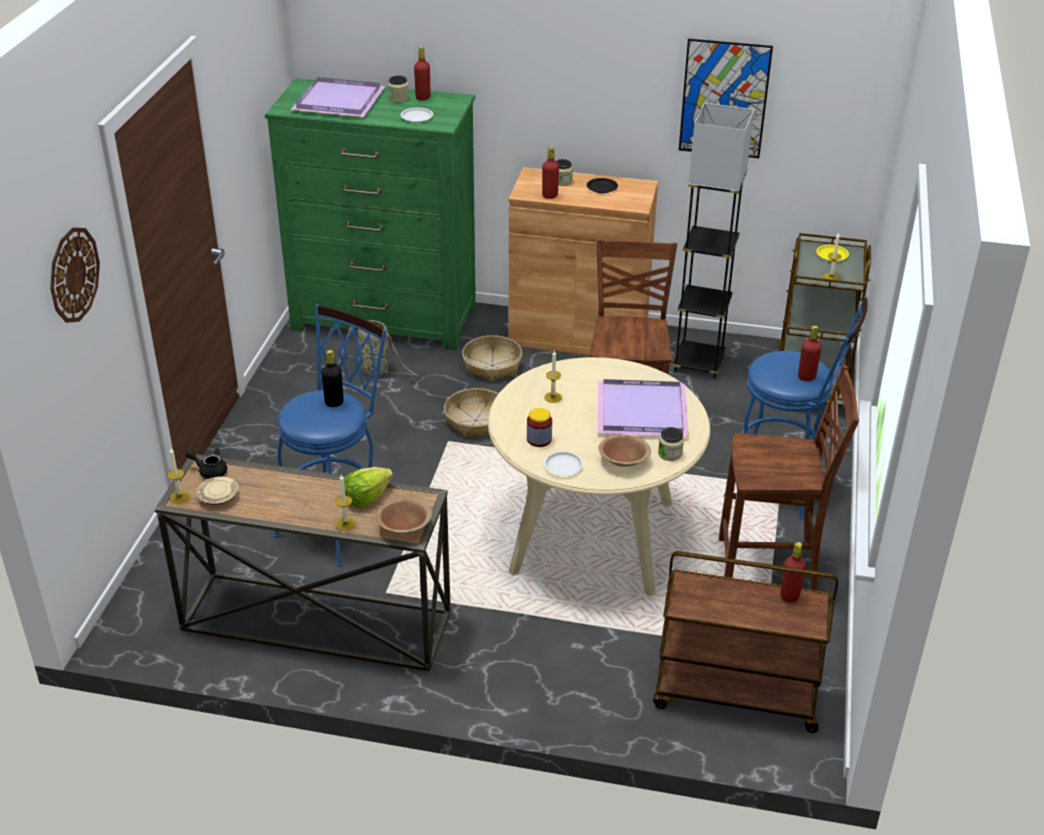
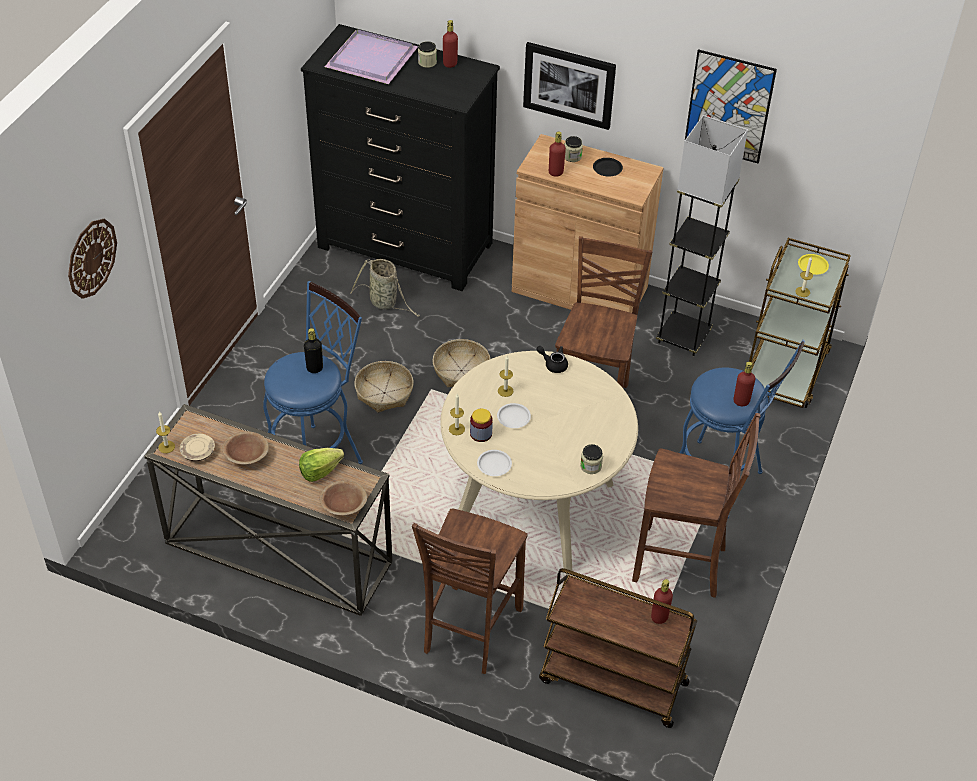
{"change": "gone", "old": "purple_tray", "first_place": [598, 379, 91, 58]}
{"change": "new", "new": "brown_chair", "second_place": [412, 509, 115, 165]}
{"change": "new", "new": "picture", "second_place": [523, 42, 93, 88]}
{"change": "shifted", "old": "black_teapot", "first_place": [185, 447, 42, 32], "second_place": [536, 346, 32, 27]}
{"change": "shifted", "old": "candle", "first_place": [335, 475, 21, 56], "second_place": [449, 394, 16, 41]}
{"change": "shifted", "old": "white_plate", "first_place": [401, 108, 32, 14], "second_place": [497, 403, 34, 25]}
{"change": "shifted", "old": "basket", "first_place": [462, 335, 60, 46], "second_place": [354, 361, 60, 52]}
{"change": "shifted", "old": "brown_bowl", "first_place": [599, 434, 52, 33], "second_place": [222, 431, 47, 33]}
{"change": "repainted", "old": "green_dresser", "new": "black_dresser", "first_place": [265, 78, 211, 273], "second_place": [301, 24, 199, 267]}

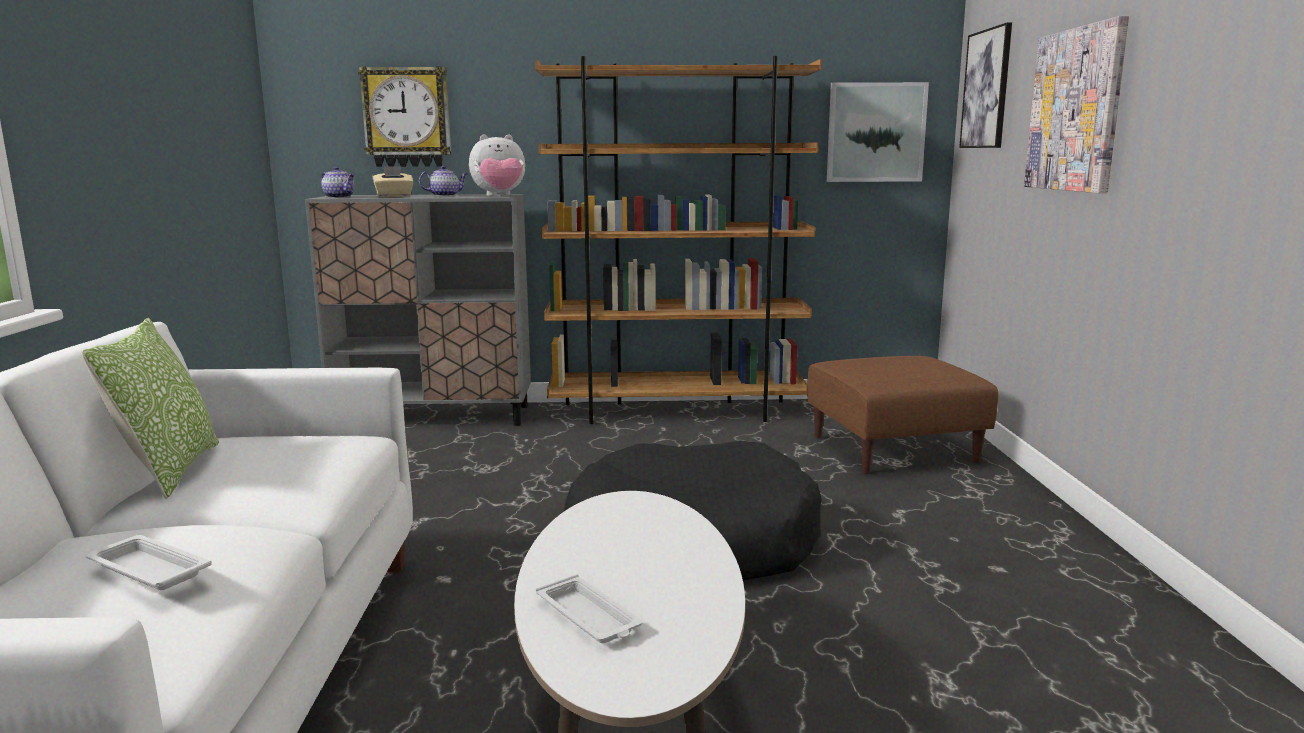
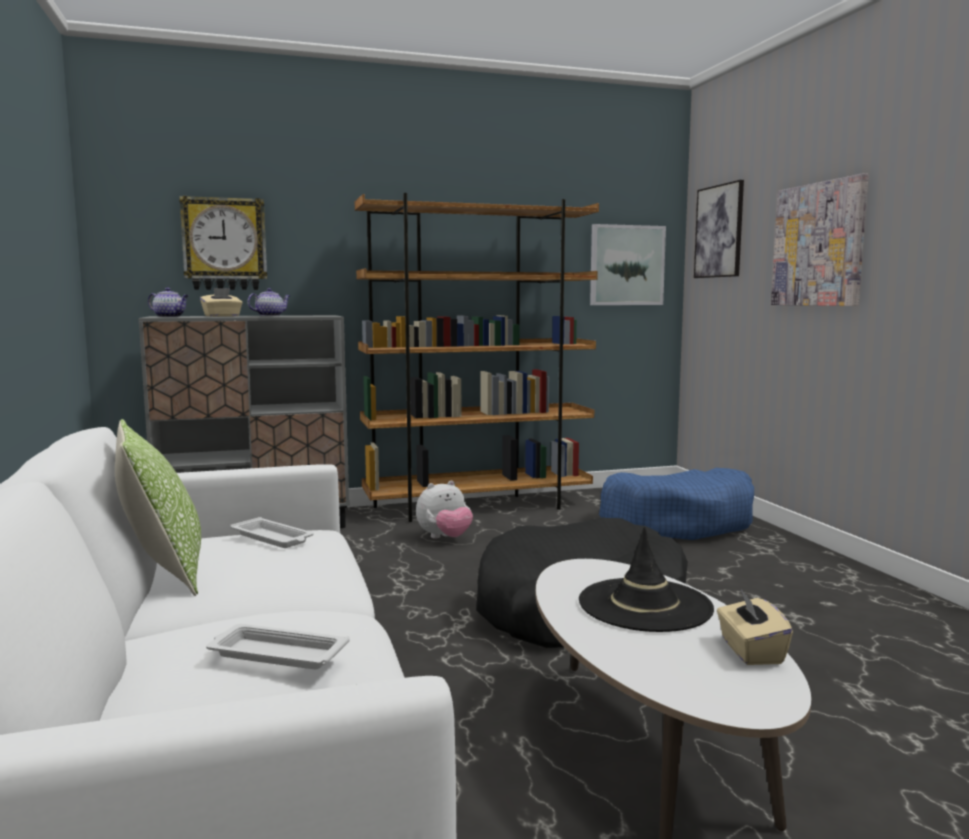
{"change": "new", "new": "black_hat", "second_place": [579, 527, 135, 105]}
{"change": "new", "new": "beige_tissue_box", "second_place": [717, 589, 76, 76]}
{"change": "shifted", "old": "plush_toy", "first_place": [469, 135, 56, 61], "second_place": [416, 481, 57, 57]}
{"change": "shifted", "old": "white_tray", "first_place": [536, 574, 107, 69], "second_place": [231, 517, 83, 31]}
{"change": "swapped", "old": "brown_ottoman", "new": "blue_dog_bed", "first_place": [807, 356, 191, 118], "second_place": [599, 468, 155, 72]}

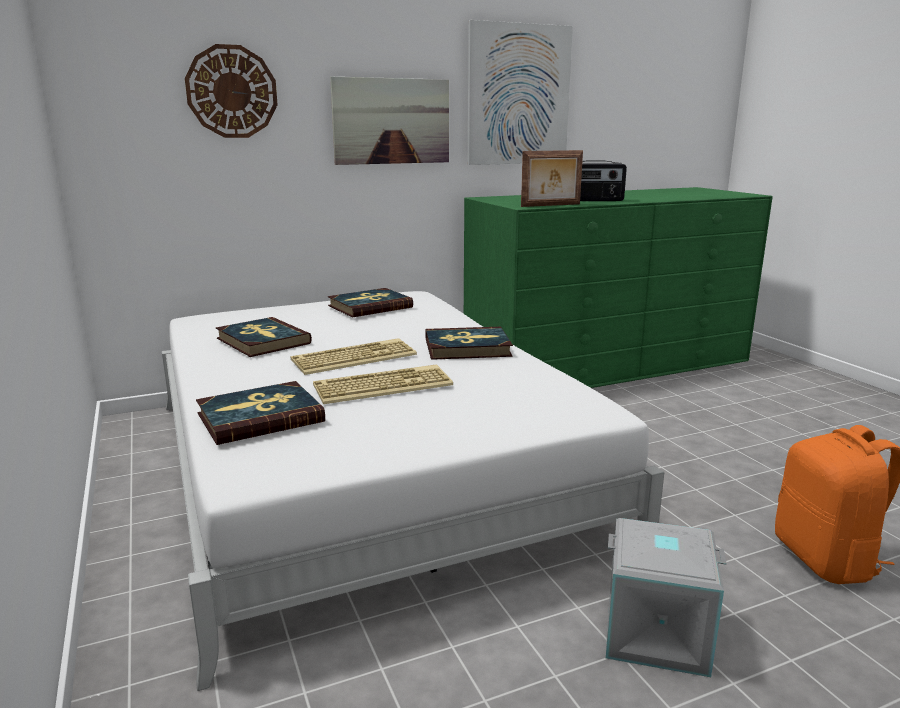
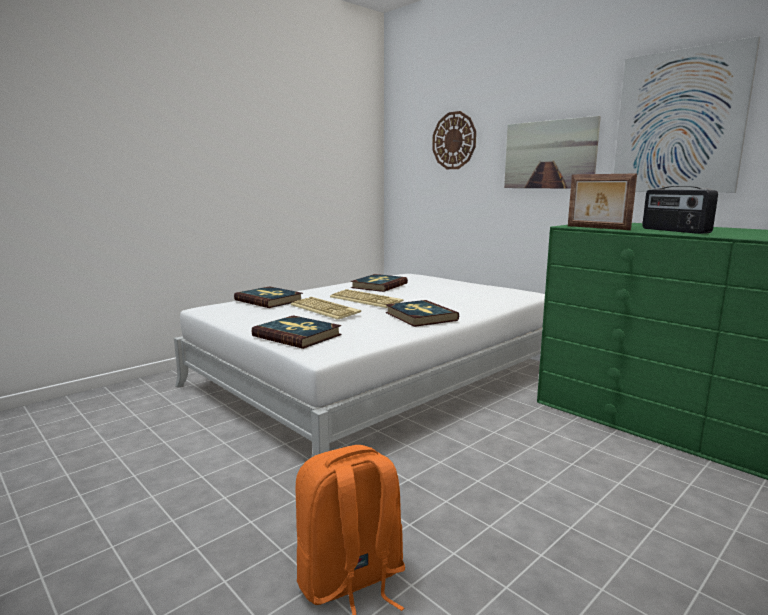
{"change": "gone", "old": "grey_storage_box", "first_place": [606, 518, 121, 159]}
{"change": "shifted", "old": "book", "first_place": [328, 288, 85, 30], "second_place": [251, 315, 91, 34]}

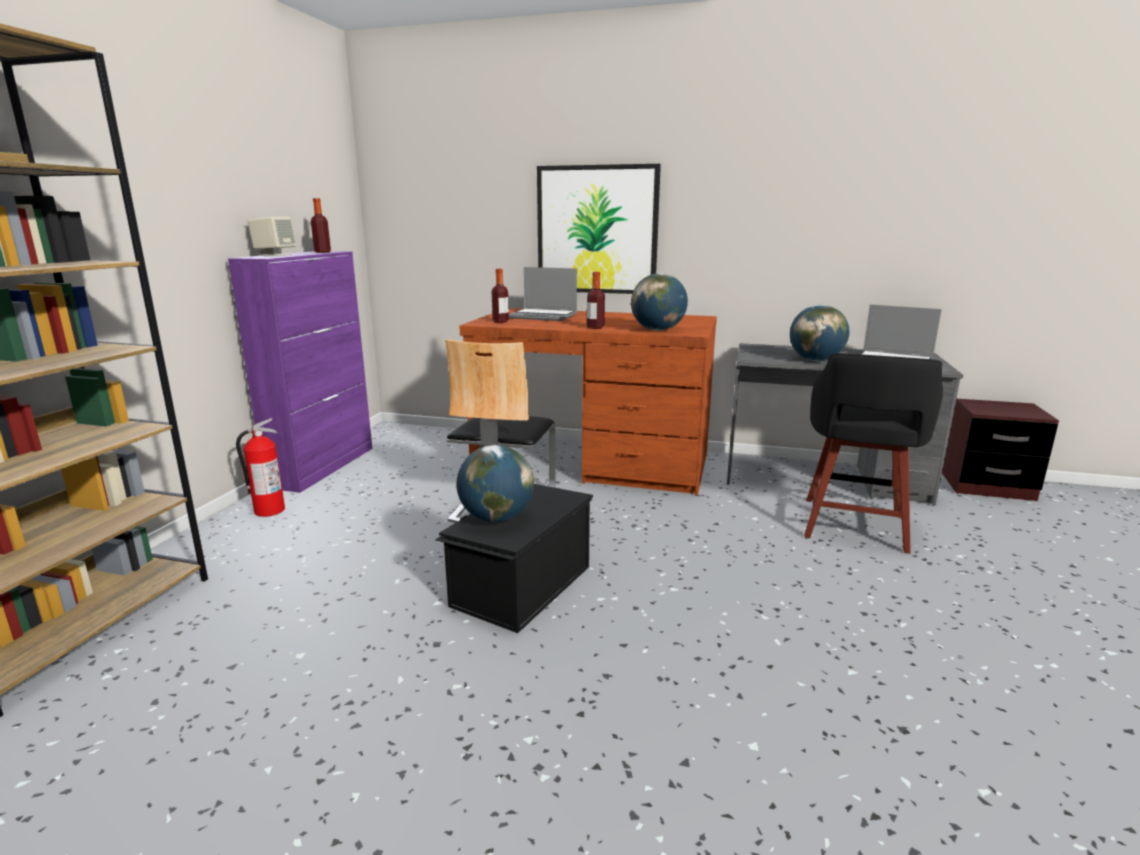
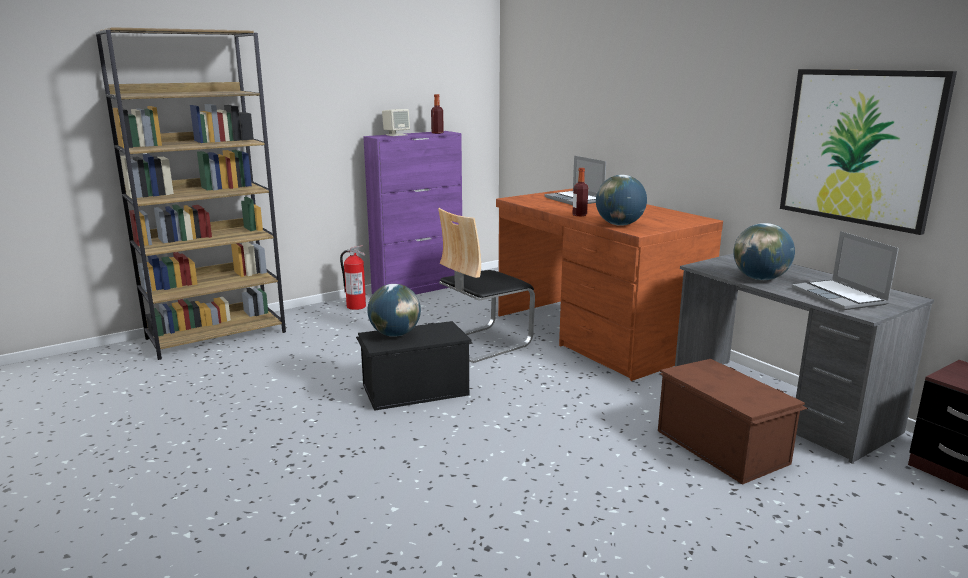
{"change": "gone", "old": "bottle", "first_place": [491, 269, 18, 54]}
{"change": "shifted", "old": "picture", "first_place": [537, 164, 124, 130], "second_place": [780, 69, 177, 166]}
{"change": "swapped", "old": "black_stool", "new": "brown_storage_box", "first_place": [804, 353, 139, 201], "second_place": [658, 359, 150, 126]}

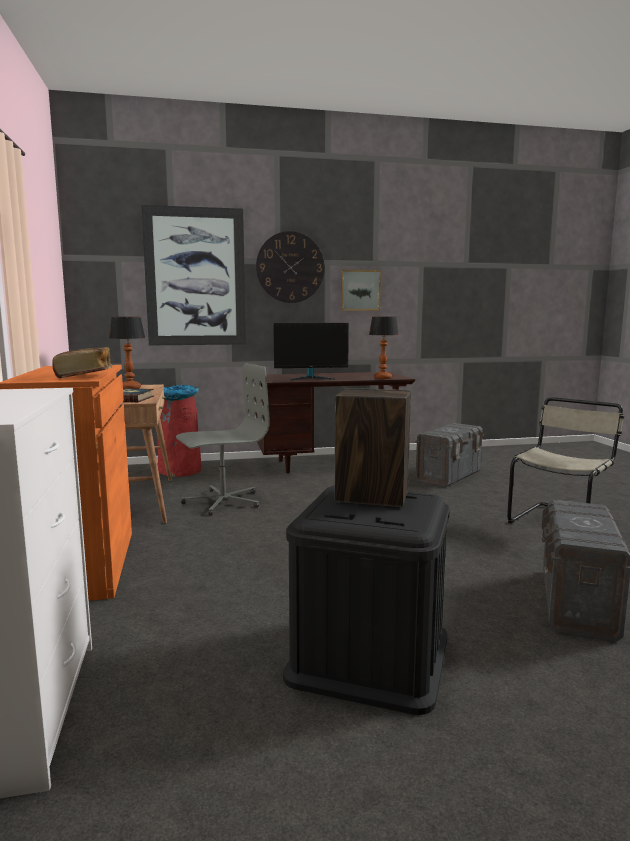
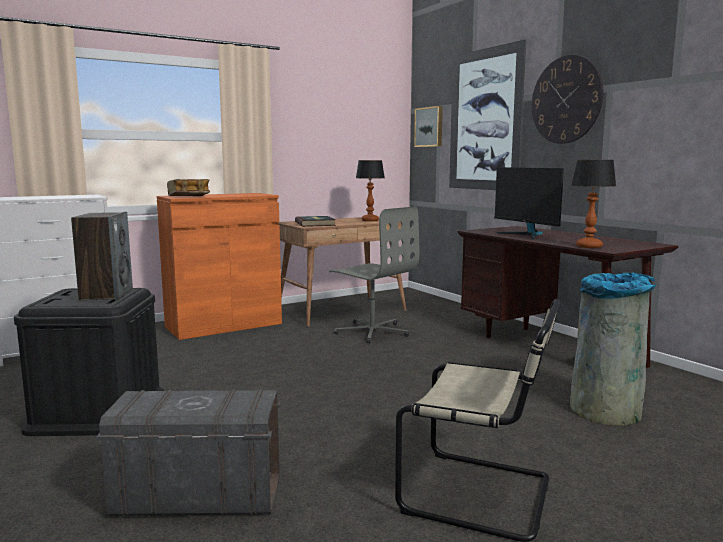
{"change": "gone", "old": "red_trash_can", "first_place": [157, 385, 46, 92]}
{"change": "shifted", "old": "picture", "first_place": [341, 270, 40, 41], "second_place": [414, 106, 29, 41]}
{"change": "swapped", "old": "grey_storage_box", "new": "grey_trash_can", "first_place": [415, 423, 69, 65], "second_place": [570, 273, 86, 153]}

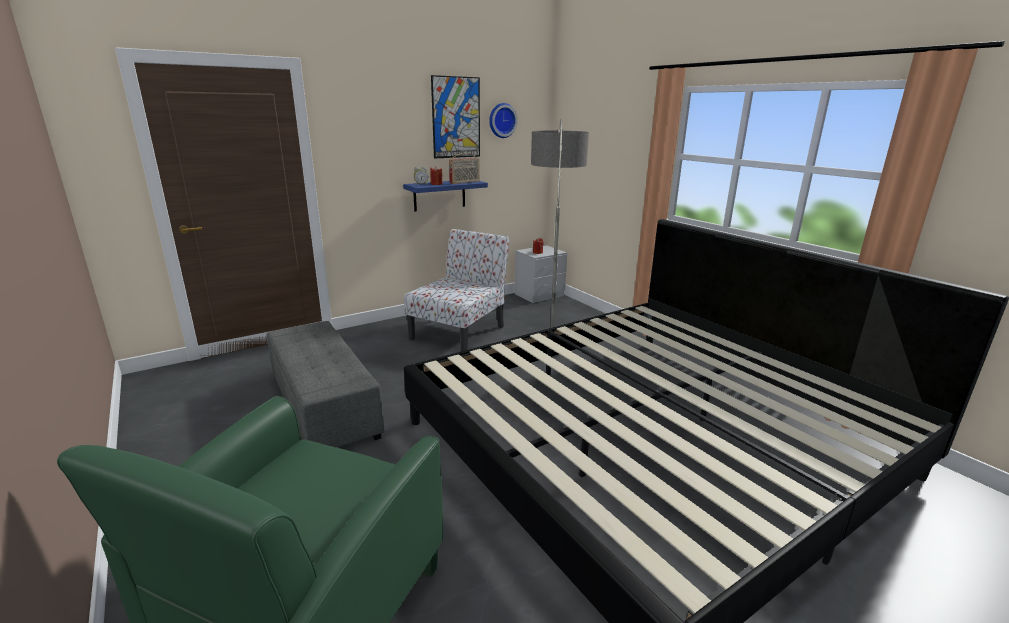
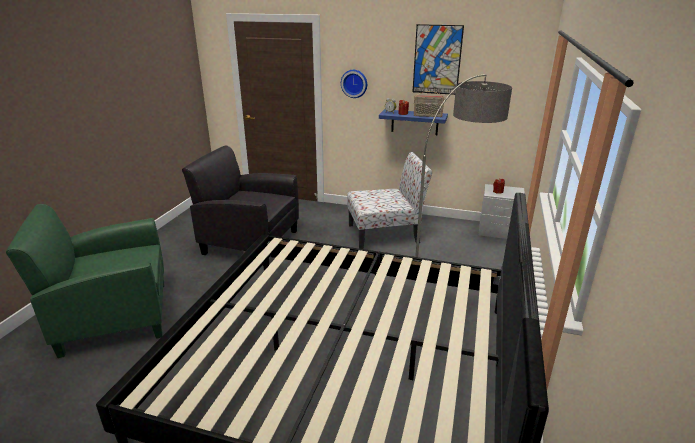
{"change": "shifted", "old": "wall_clock", "first_place": [489, 103, 29, 35], "second_place": [341, 70, 26, 28]}
{"change": "swapped", "old": "grey_ottoman", "new": "black_armchair", "first_place": [267, 321, 117, 126], "second_place": [182, 146, 117, 120]}

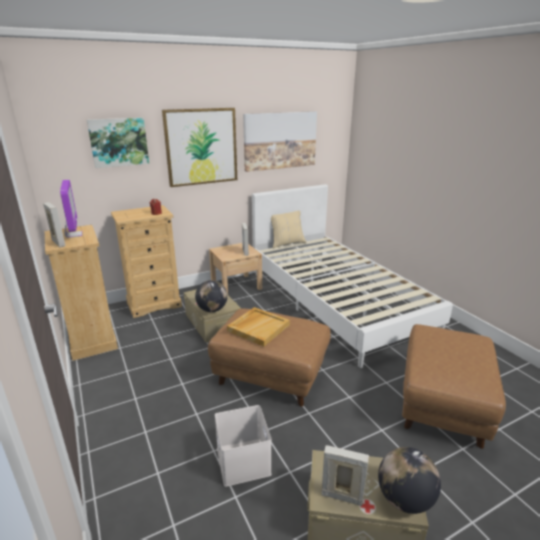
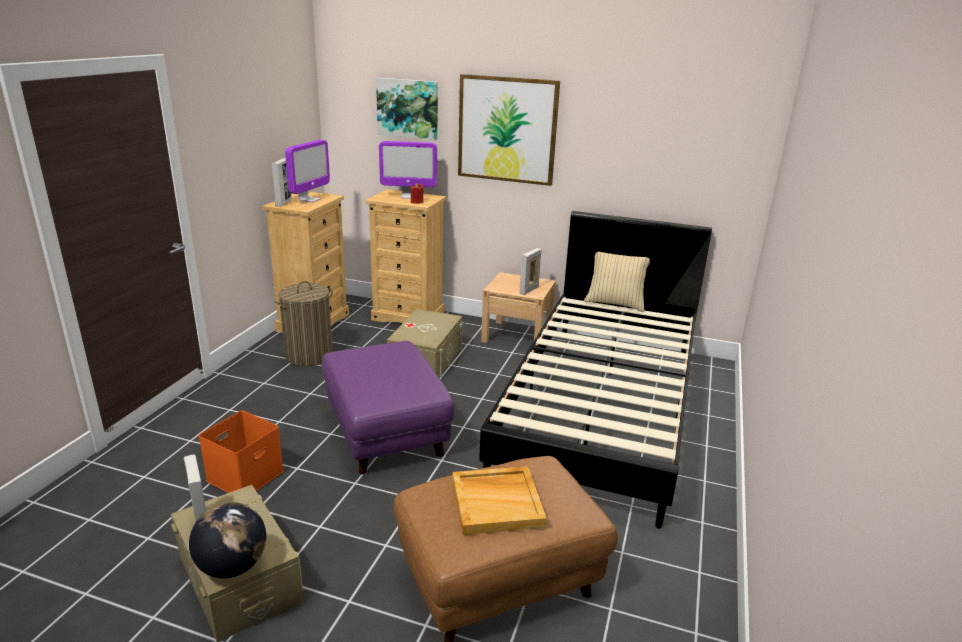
{"change": "gone", "old": "globe", "first_place": [195, 280, 33, 32]}
{"change": "gone", "old": "picture", "first_place": [243, 111, 74, 61]}
{"change": "new", "new": "laundry_basket", "second_place": [274, 281, 59, 85]}
{"change": "new", "new": "monitor", "second_place": [379, 141, 58, 58]}
{"change": "shifted", "old": "beige_tray", "first_place": [227, 307, 63, 39], "second_place": [452, 466, 95, 69]}
{"change": "repainted", "old": "brown_ottoman", "new": "purple_ottoman", "first_place": [208, 309, 123, 98], "second_place": [322, 341, 132, 134]}
{"change": "repainted", "old": "white_storage_box", "new": "orange_storage_box", "first_place": [215, 405, 57, 82], "second_place": [198, 410, 86, 83]}
{"change": "repainted", "old": "white_bed", "new": "black_bed", "first_place": [252, 184, 201, 184], "second_place": [479, 211, 233, 318]}

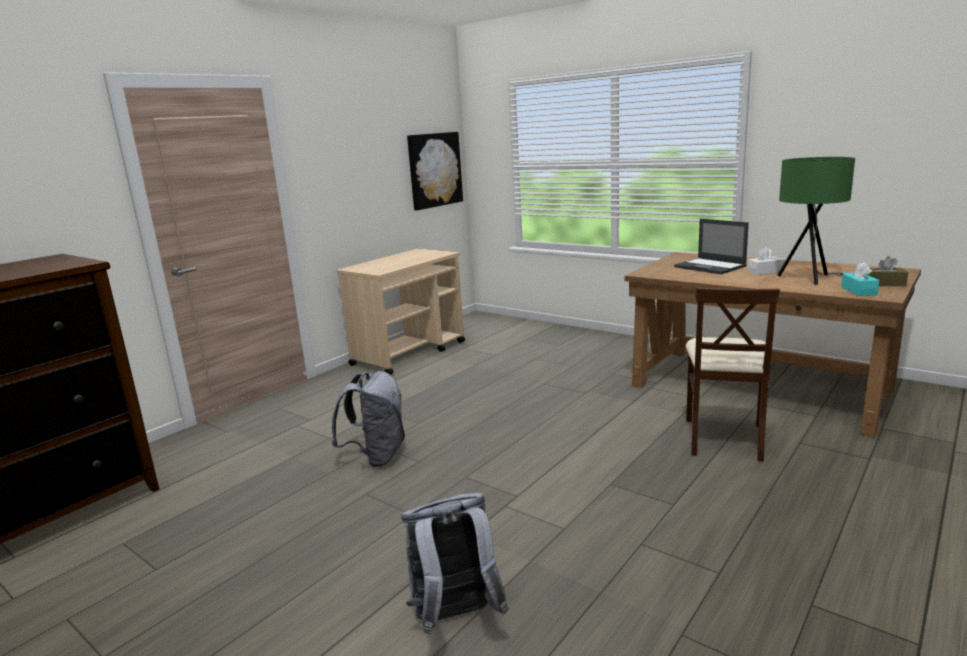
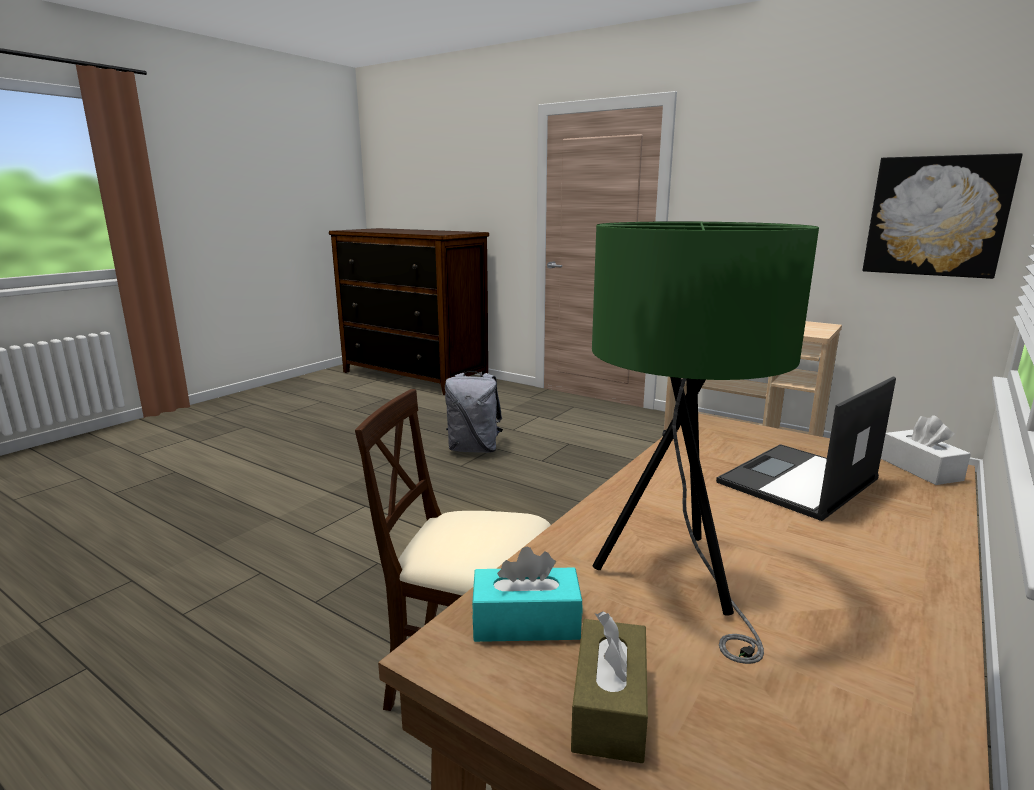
{"change": "gone", "old": "grey_backpack", "first_place": [401, 493, 108, 141]}
{"change": "shifted", "old": "white_tissue_box", "first_place": [747, 246, 38, 29], "second_place": [881, 415, 90, 70]}

